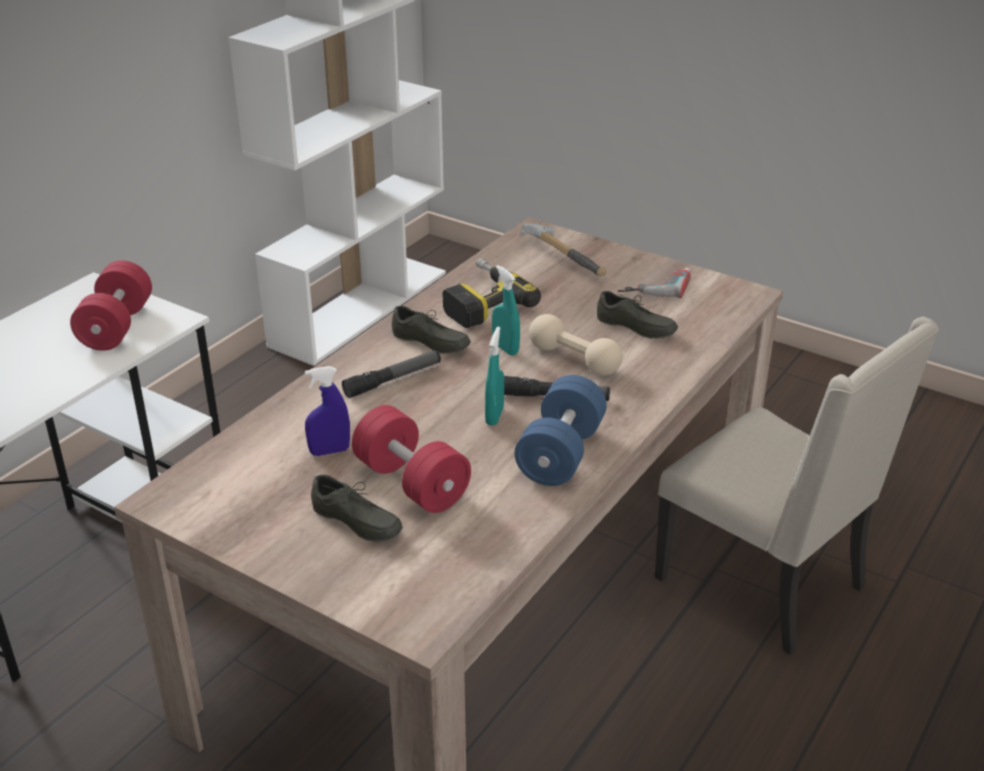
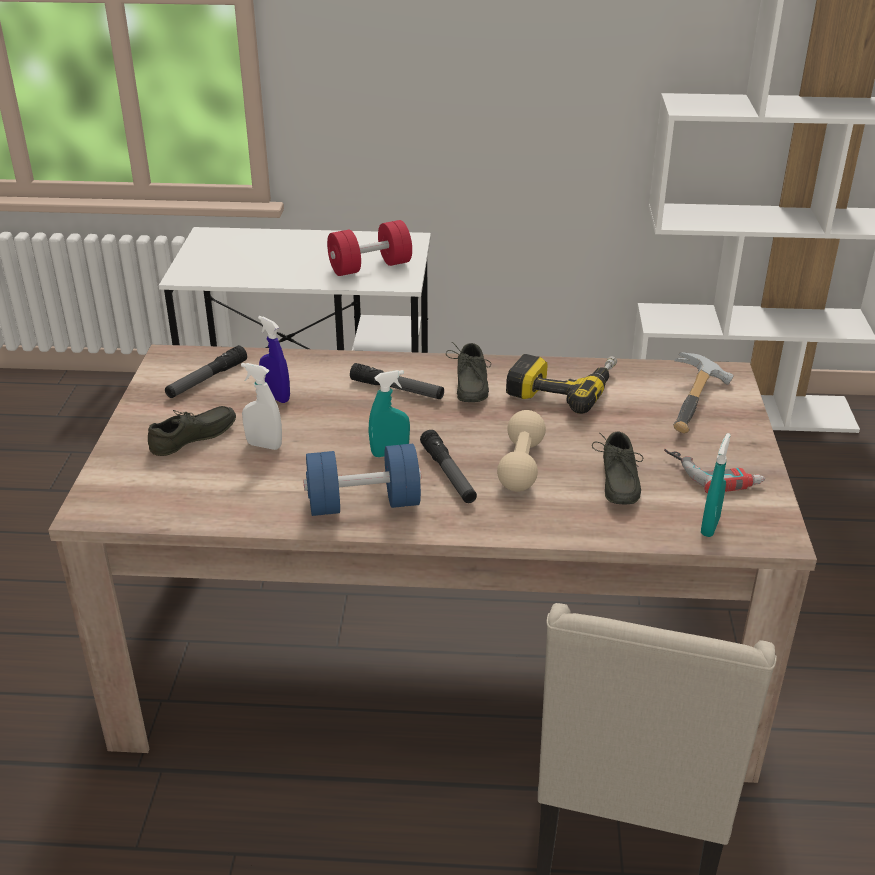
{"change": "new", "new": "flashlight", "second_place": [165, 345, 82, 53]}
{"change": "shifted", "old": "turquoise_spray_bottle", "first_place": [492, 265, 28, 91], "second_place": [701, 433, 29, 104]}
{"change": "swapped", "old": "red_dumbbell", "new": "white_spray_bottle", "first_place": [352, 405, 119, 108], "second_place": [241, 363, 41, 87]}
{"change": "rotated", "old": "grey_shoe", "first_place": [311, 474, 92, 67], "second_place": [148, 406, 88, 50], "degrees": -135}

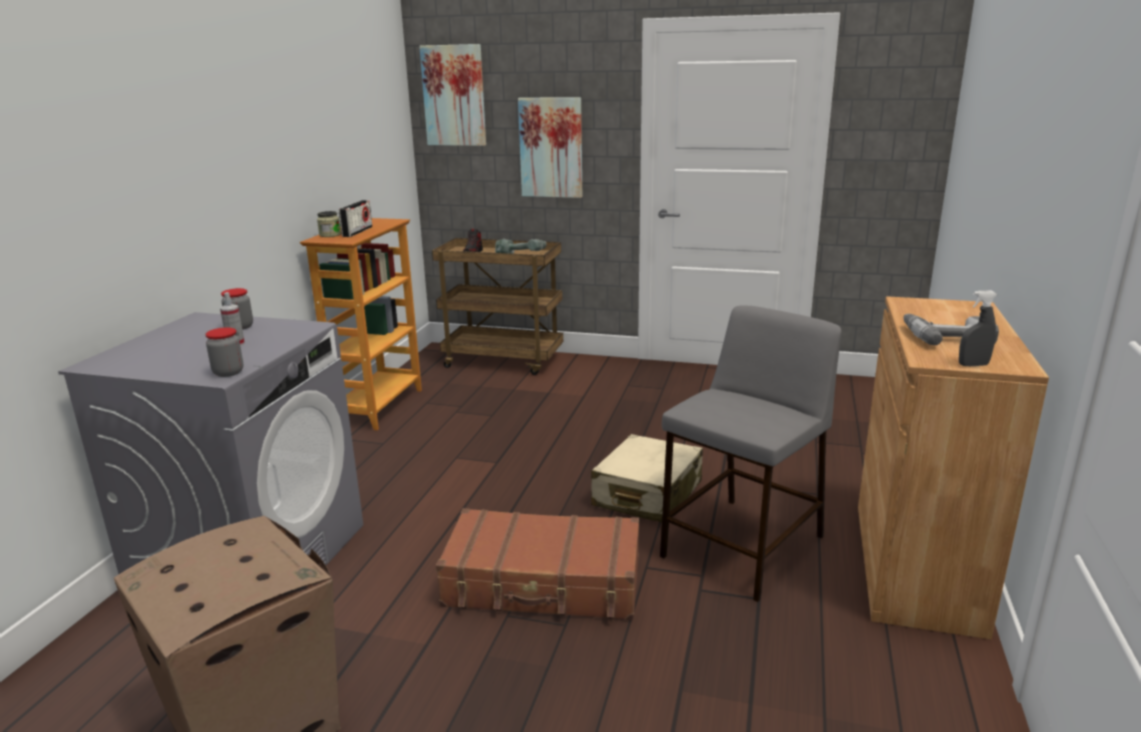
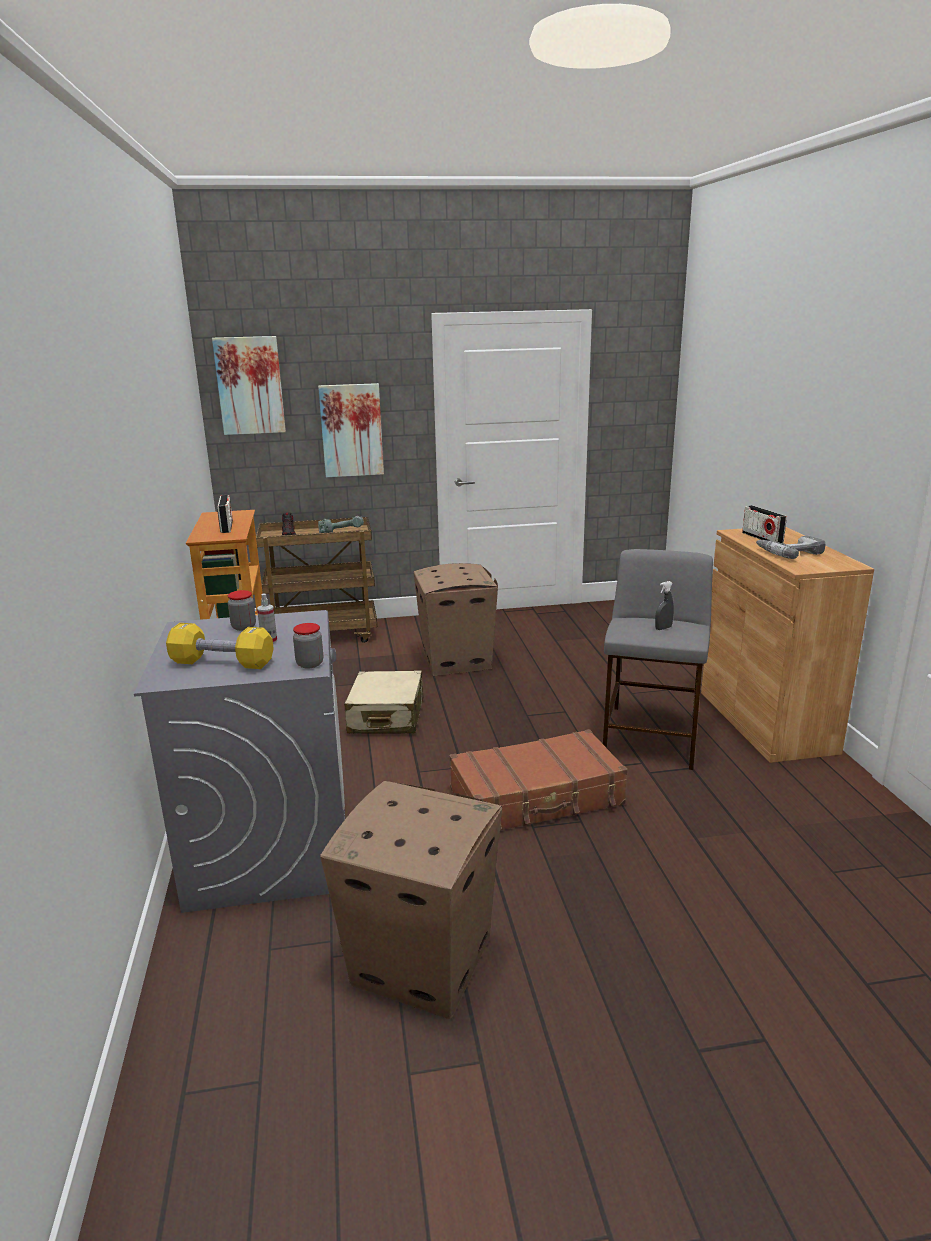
{"change": "gone", "old": "jar", "first_place": [317, 211, 24, 26]}
{"change": "new", "new": "yellow_dumbbell", "second_place": [166, 623, 108, 46]}
{"change": "new", "new": "cardboard_box", "second_place": [414, 563, 84, 113]}
{"change": "new", "new": "radio", "second_place": [742, 505, 45, 38]}
{"change": "shifted", "old": "beige_suitcase", "first_place": [591, 434, 112, 89], "second_place": [344, 671, 79, 62]}
{"change": "shifted", "old": "grey_spray_bottle", "first_place": [959, 290, 38, 76], "second_place": [655, 581, 19, 49]}

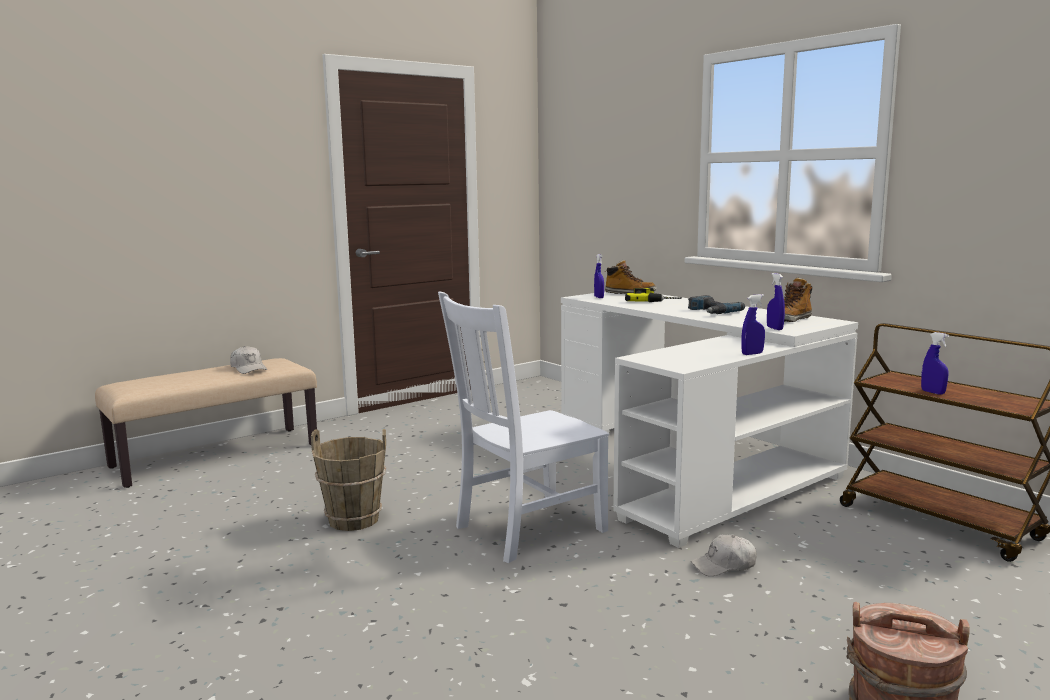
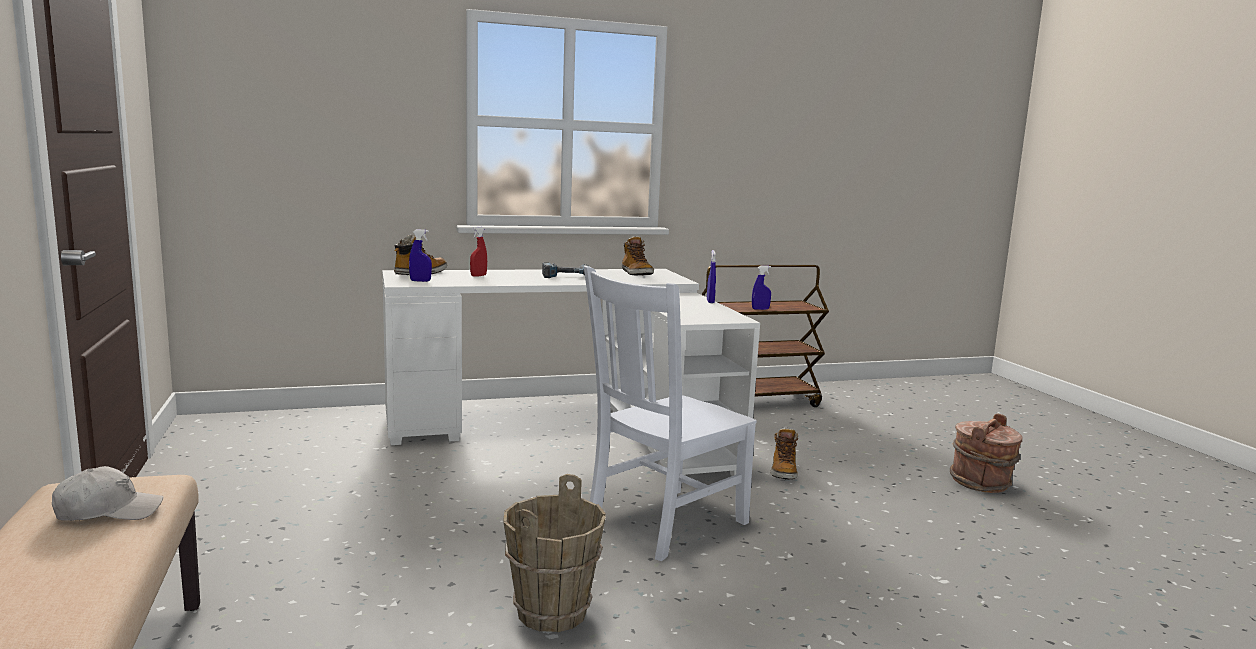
{"change": "gone", "old": "blue_spray_bottle", "first_place": [767, 273, 18, 57]}
{"change": "swapped", "old": "power_drill", "new": "red_spray_bottle", "first_place": [625, 288, 57, 14], "second_place": [470, 227, 17, 50]}
{"change": "swapped", "old": "white_cap", "new": "boot", "first_place": [691, 534, 66, 42], "second_place": [771, 428, 27, 52]}
{"change": "rotated", "old": "white_chair", "first_place": [438, 291, 171, 272], "second_place": [584, 266, 173, 295], "degrees": 60}

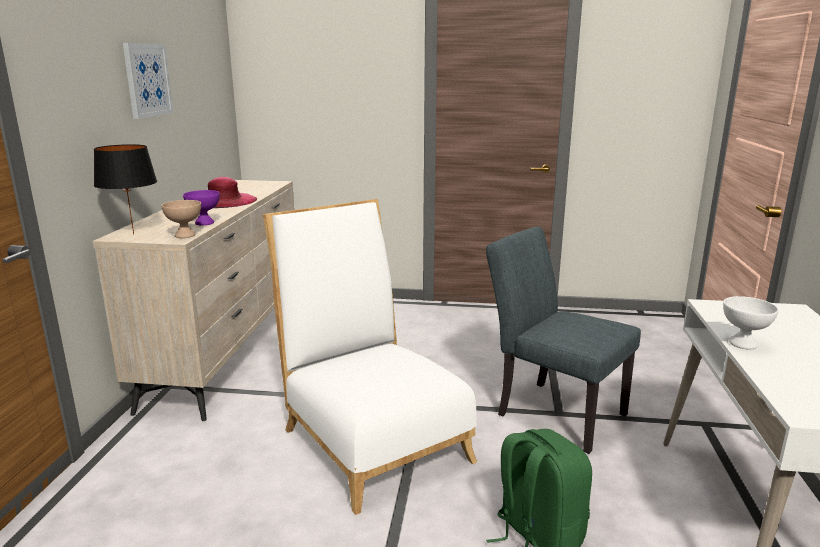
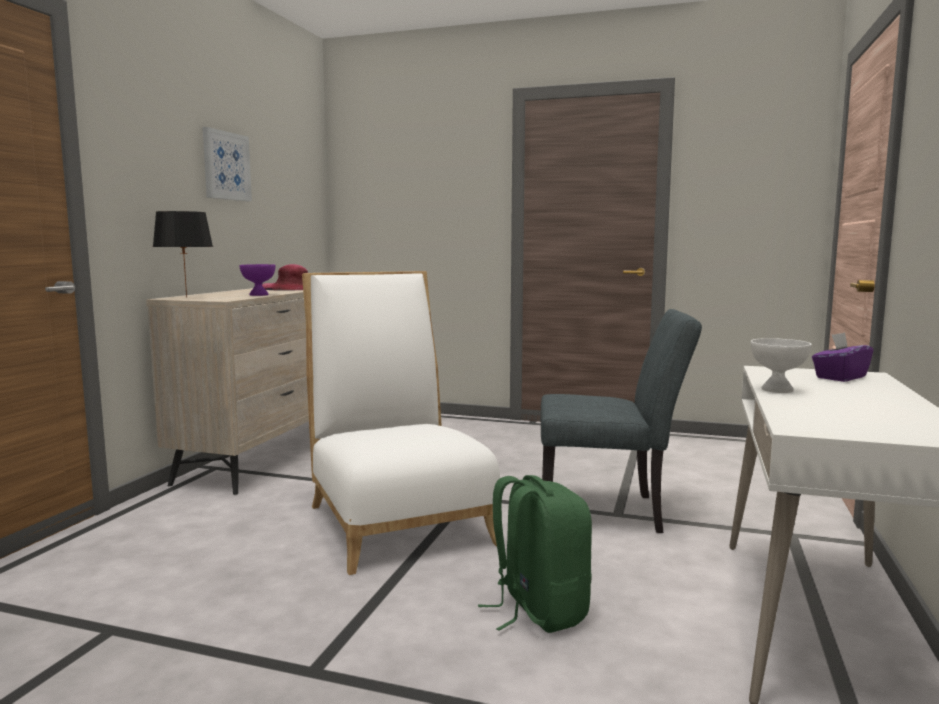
{"change": "gone", "old": "beige_bowl", "first_place": [161, 200, 40, 38]}
{"change": "new", "new": "purple_tissue_box", "second_place": [812, 332, 61, 50]}
{"change": "rotated", "old": "grey_chair", "first_place": [486, 226, 155, 228], "second_place": [541, 309, 161, 224], "degrees": 135}

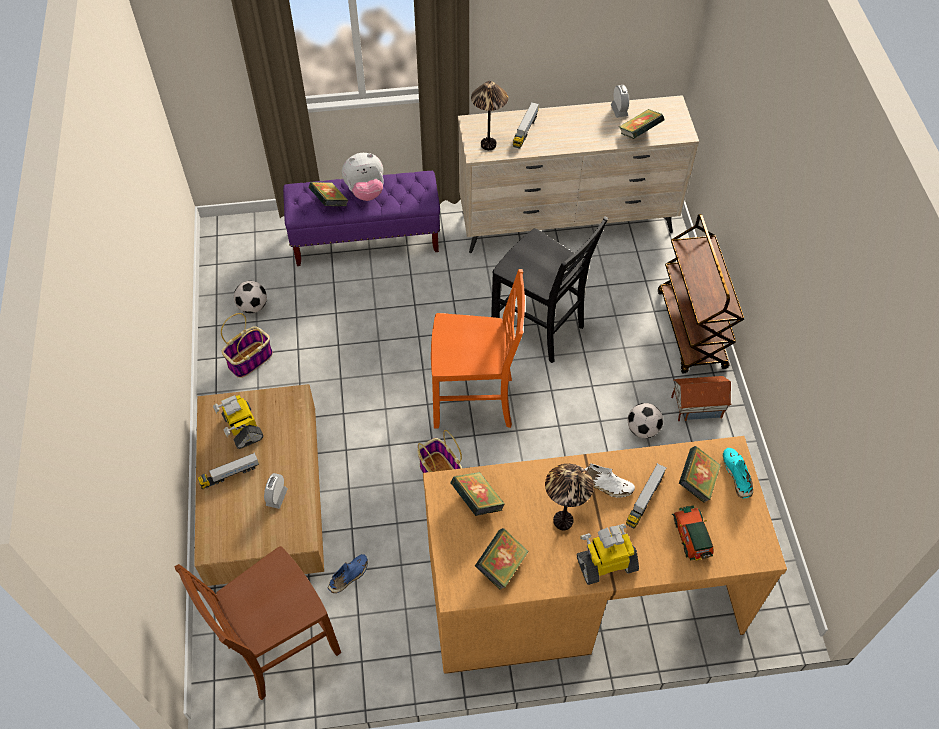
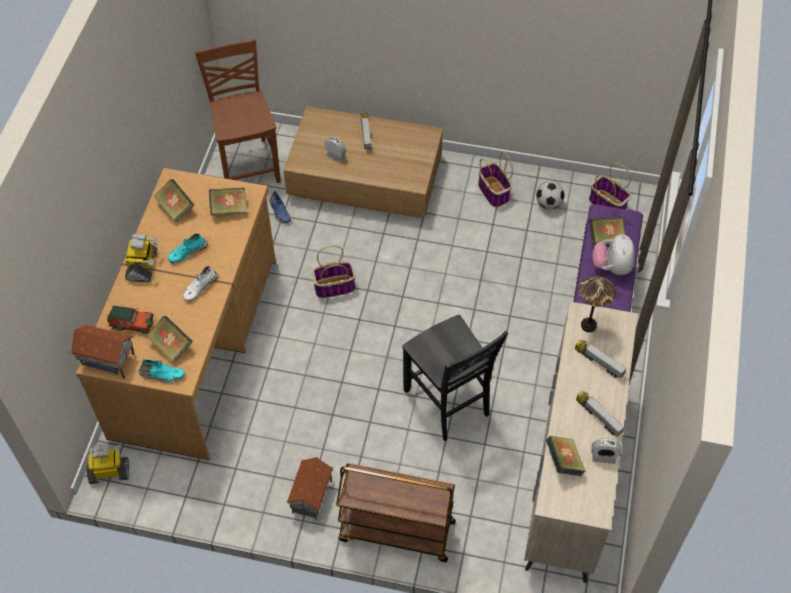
{"change": "gone", "old": "orange_chair", "first_place": [431, 269, 94, 160]}
{"change": "gone", "old": "football", "first_place": [628, 403, 35, 35]}
{"change": "new", "new": "toy_house", "second_place": [71, 325, 63, 54]}
{"change": "new", "new": "basket", "second_place": [589, 163, 42, 46]}
{"change": "shifted", "old": "toy_robot", "first_place": [213, 395, 50, 54], "second_place": [86, 444, 43, 40]}
{"change": "shifted", "old": "toy_truck", "first_place": [626, 463, 41, 65], "second_place": [576, 391, 49, 45]}
{"change": "swapped", "old": "table_lamp", "new": "turquoise_shoe", "first_place": [545, 464, 49, 66], "second_place": [168, 233, 40, 30]}
{"change": "rotated", "old": "black_chair", "first_place": [491, 216, 117, 147], "second_place": [402, 315, 106, 126], "degrees": -90}

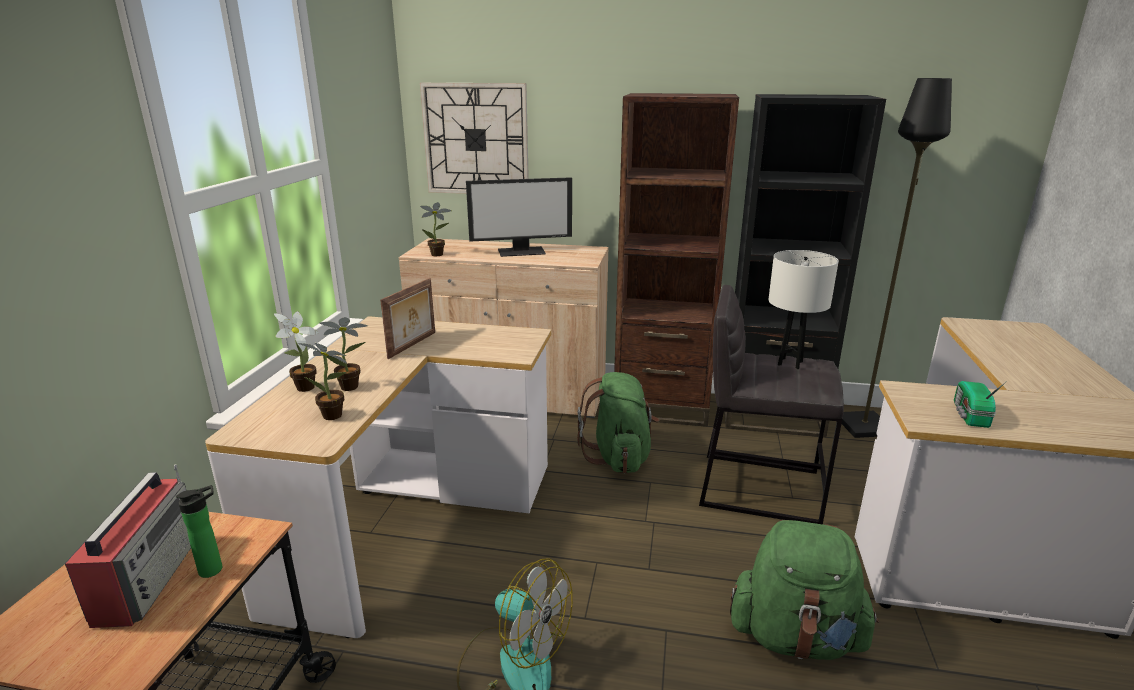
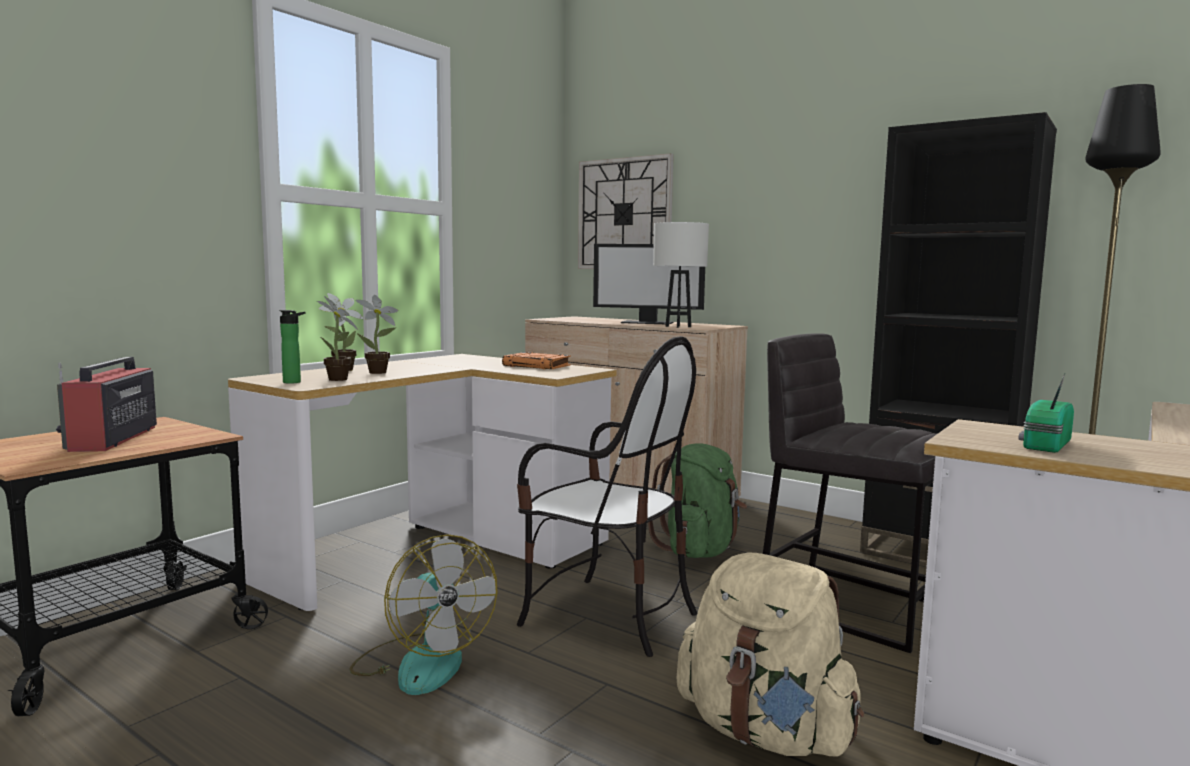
{"change": "gone", "old": "picture_frame", "first_place": [380, 278, 55, 81]}
{"change": "gone", "old": "potted_plant", "first_place": [420, 202, 31, 54]}
{"change": "gone", "old": "brown_bookcase", "first_place": [614, 93, 125, 334]}
{"change": "new", "new": "orange_book", "second_place": [502, 352, 69, 17]}
{"change": "new", "new": "chair", "second_place": [517, 336, 181, 321]}
{"change": "shifted", "old": "bottle", "first_place": [176, 485, 46, 93], "second_place": [279, 310, 27, 74]}
{"change": "shifted", "old": "white_table_lamp", "first_place": [768, 250, 71, 119], "second_place": [653, 222, 56, 106]}
{"change": "repainted", "old": "green_backpack", "new": "beige_backpack", "first_place": [730, 520, 149, 140], "second_place": [677, 553, 187, 203]}
{"change": "rotated", "old": "radio", "first_place": [65, 464, 126, 164], "second_place": [56, 357, 101, 95], "degrees": 150}

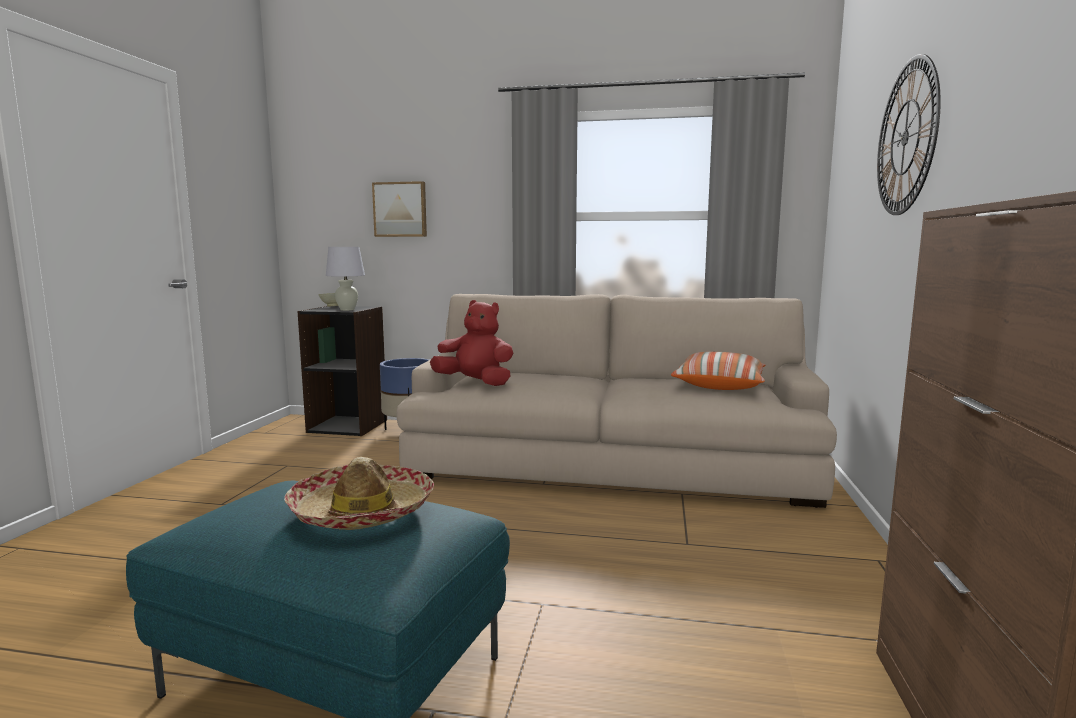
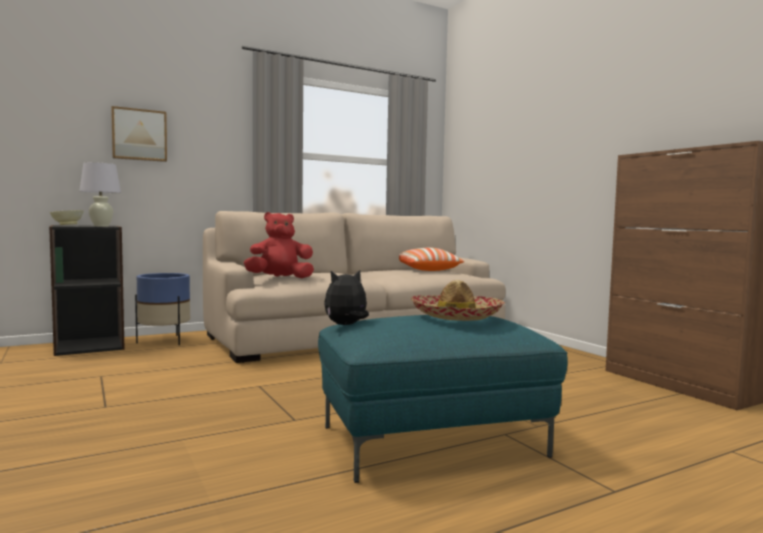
{"change": "gone", "old": "wall_clock", "first_place": [877, 54, 64, 161]}
{"change": "new", "new": "plush_toy", "second_place": [324, 270, 45, 55]}

